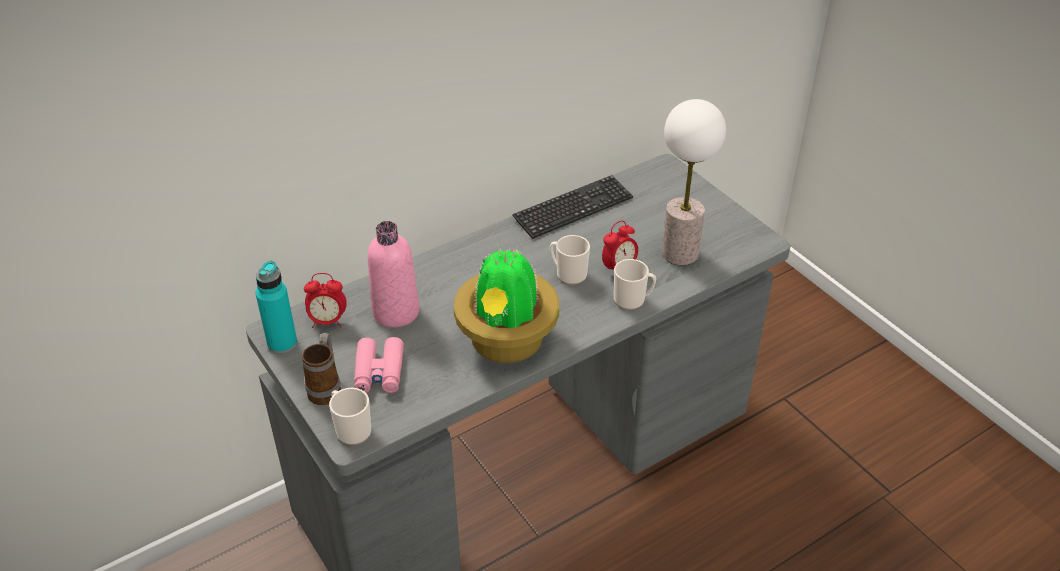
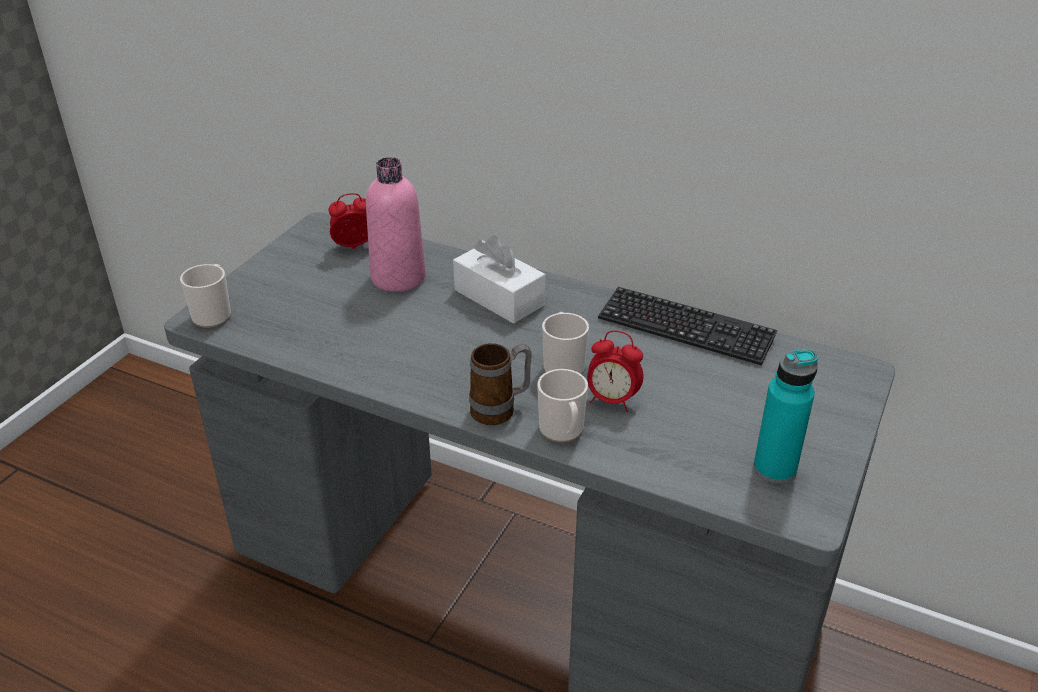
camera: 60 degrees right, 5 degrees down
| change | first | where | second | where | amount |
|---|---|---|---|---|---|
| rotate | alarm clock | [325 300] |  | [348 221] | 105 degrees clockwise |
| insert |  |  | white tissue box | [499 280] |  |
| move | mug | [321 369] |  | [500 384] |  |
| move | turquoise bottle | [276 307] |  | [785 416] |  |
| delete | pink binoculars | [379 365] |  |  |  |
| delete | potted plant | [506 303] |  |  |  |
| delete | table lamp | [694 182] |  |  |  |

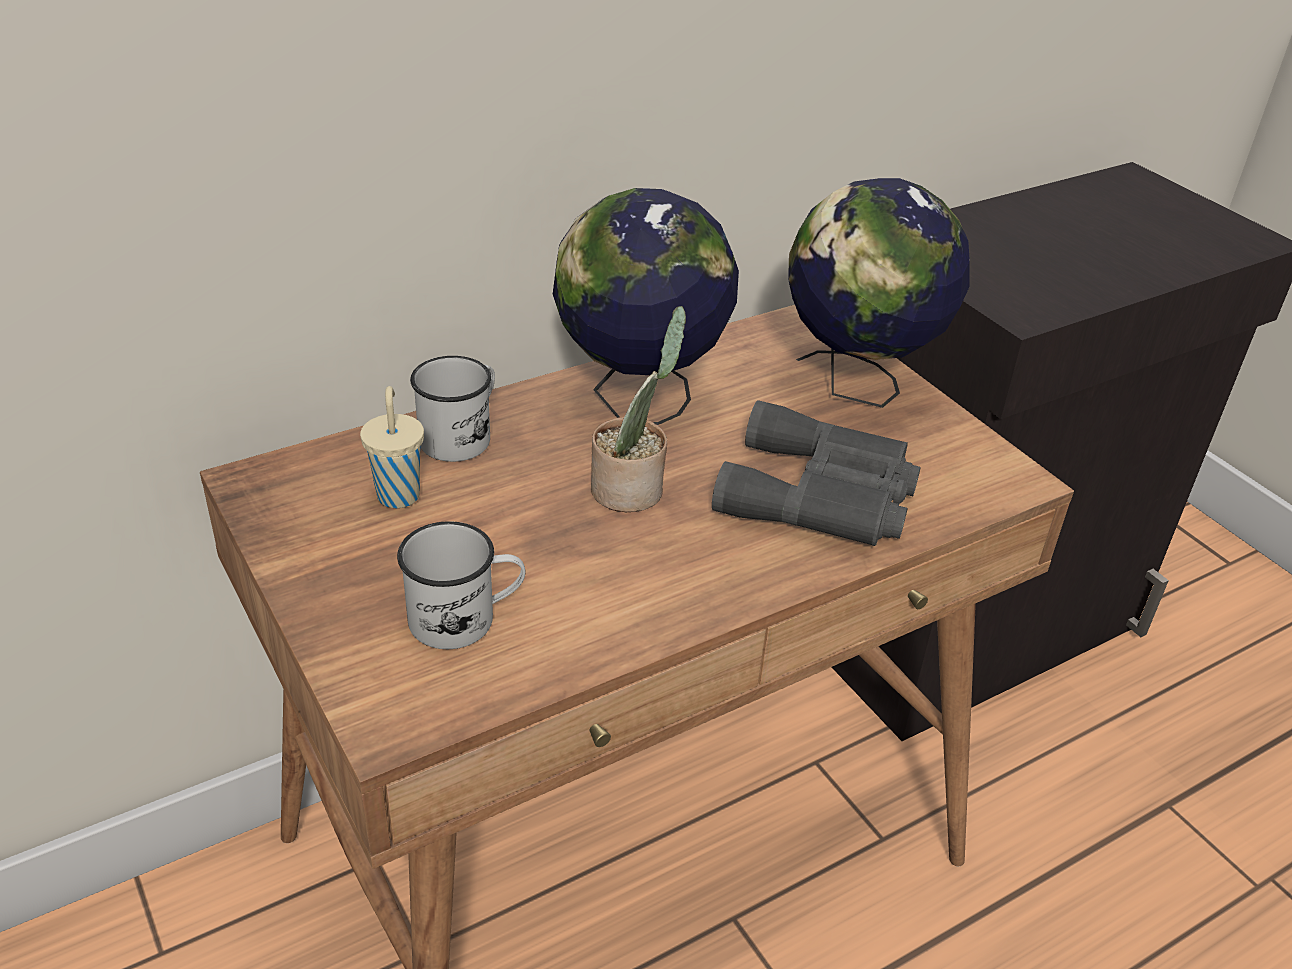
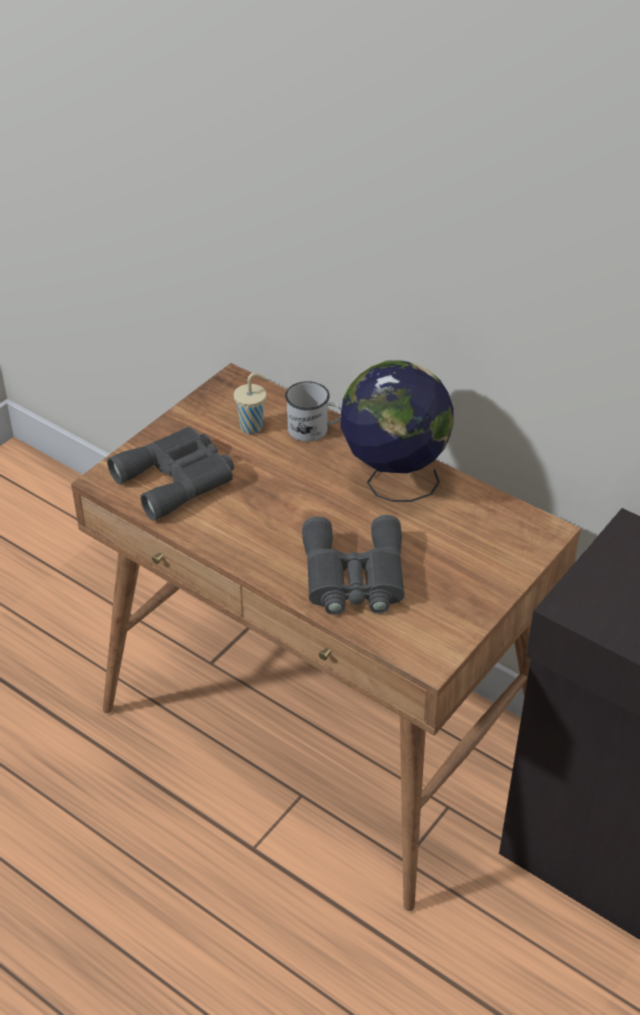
camera: 70 degrees right, 5 degrees up
| change | first | where | second | where | amount |
|---|---|---|---|---|---|
| replace | white mug | [461 585] | grey binoculars | [170 474] |  |
| delete | potted plant | [638 409] |  |  |  |
| delete | globe | [879 293] |  |  |  |

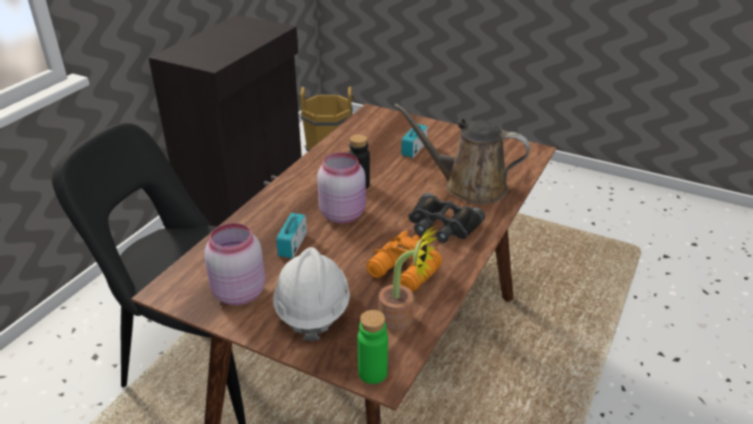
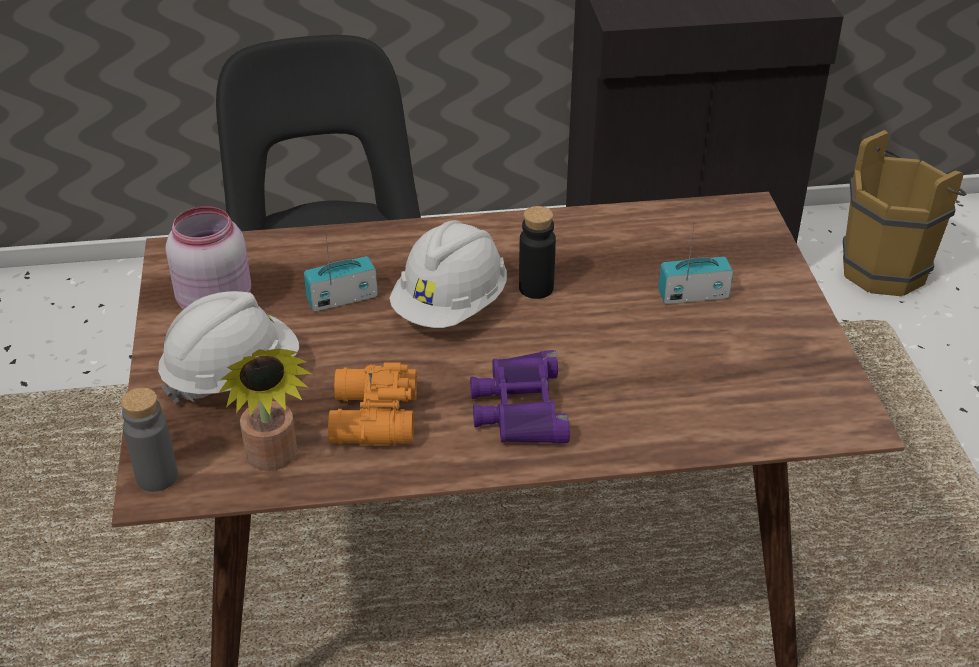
camera: 55 degrees right, 5 degrees up
| change | first | where | second | where | amount |
|---|---|---|---|---|---|
| recolor | green bottle | [373 347] | grey bottle | [149 440] |  |
| replace | pink jar | [341 188] | white hard hat | [448 274] |  |
| recolor | black binoculars | [446 217] | purple binoculars | [520 397] |  |
| delete | brown watering can | [462 154] |  |  |  |

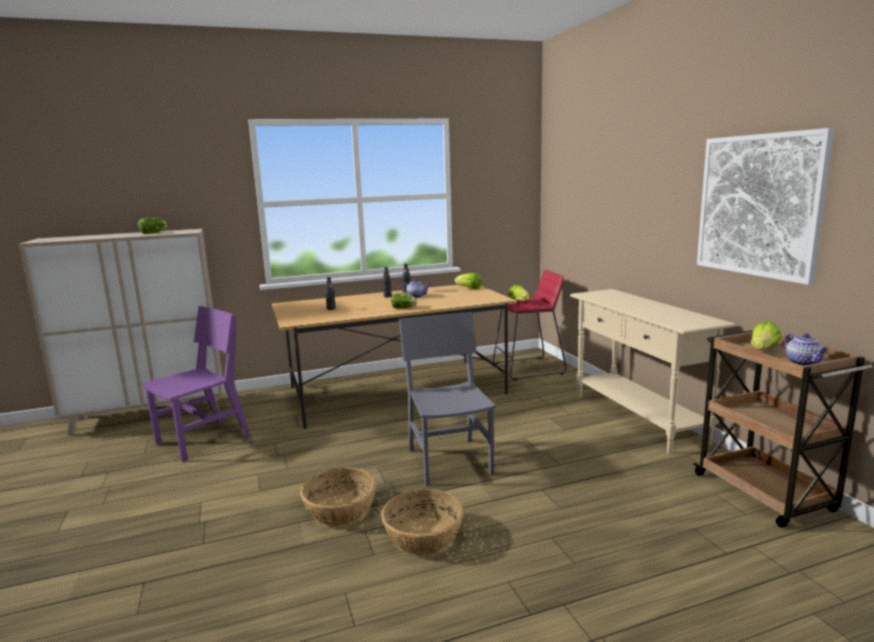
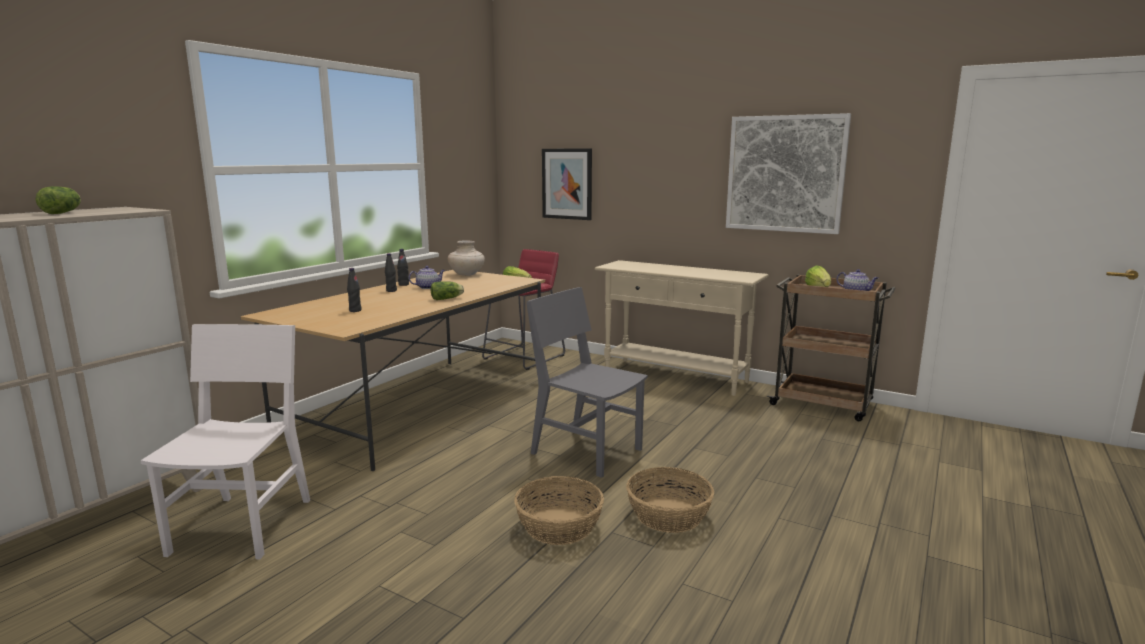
camera: 40 degrees left, 0 degrees up
| change | first | where | second | where | amount |
|---|---|---|---|---|---|
| recolor | purple chair | [196 384] | white chair | [225 441] |  |
| replace | lettuce | [468 281] | beige vase | [466 258] |  |
| insert |  |  | picture | [567 184] |  |

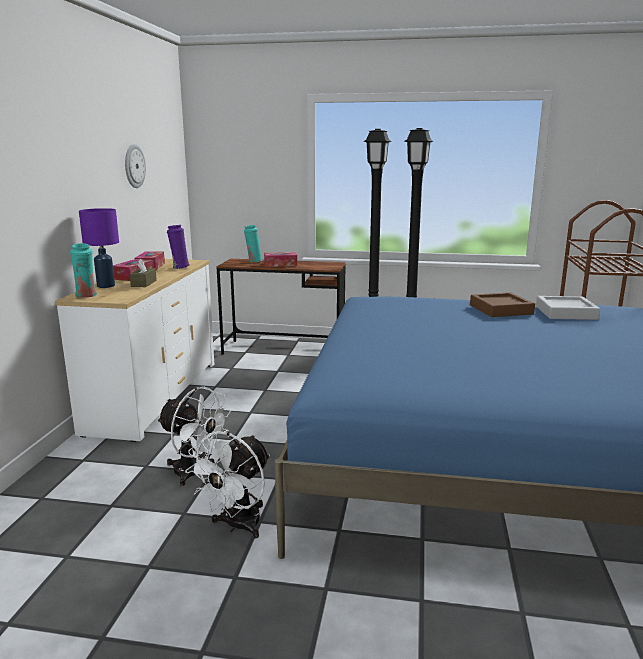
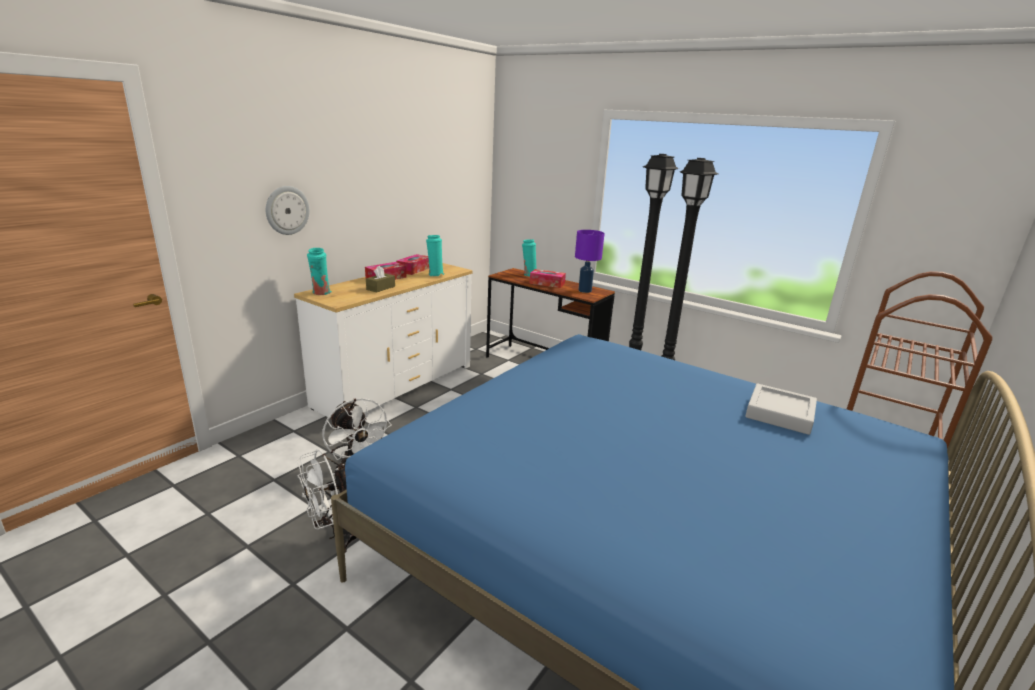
camera: 25 degrees right, 5 degrees up
| change | first | where | second | where | amount |
|---|---|---|---|---|---|
| move | wall clock | [135 166] |  | [288 210] |  |
| recolor | purple vase | [178 247] | turquoise vase | [435 255] |  |
| move | purple table lamp | [99 248] |  | [590 261] |  |
| delete | brown tray | [502 304] |  |  |  |

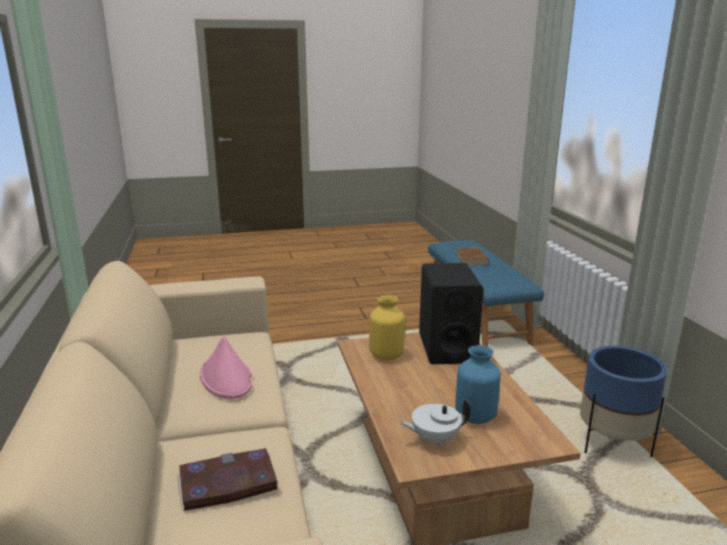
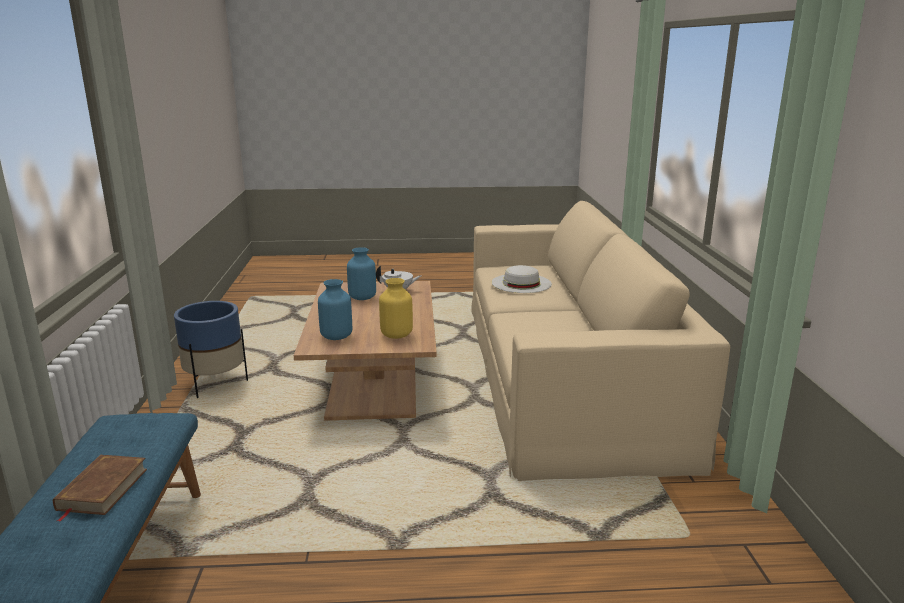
camera: 170 degrees left, 0 degrees up
| change | first | where | second | where | amount |
|---|---|---|---|---|---|
| replace | black speaker | [451 313] | blue vase | [335 309] |  |
| replace | book | [228 479] | white hat | [521 279] |  |
| delete | pink hat | [226 367] |  |  |  |

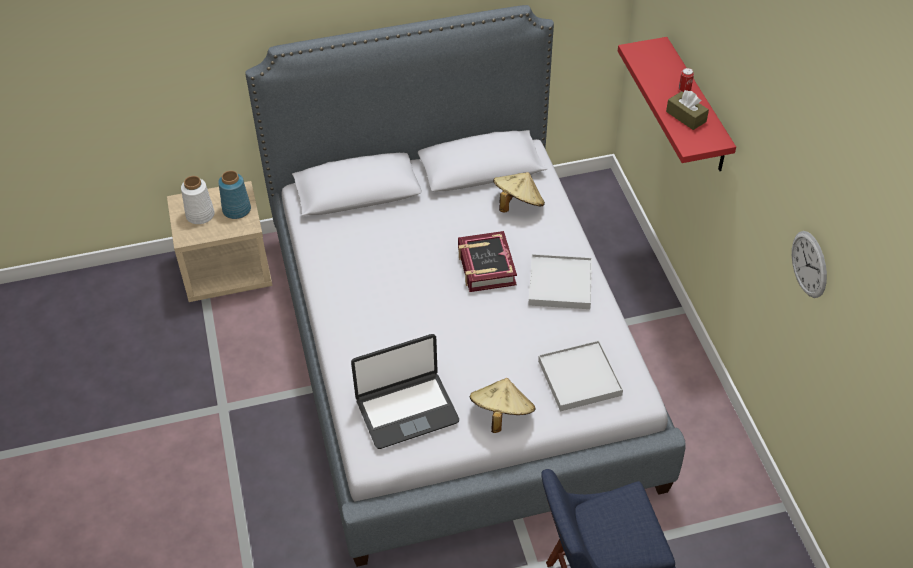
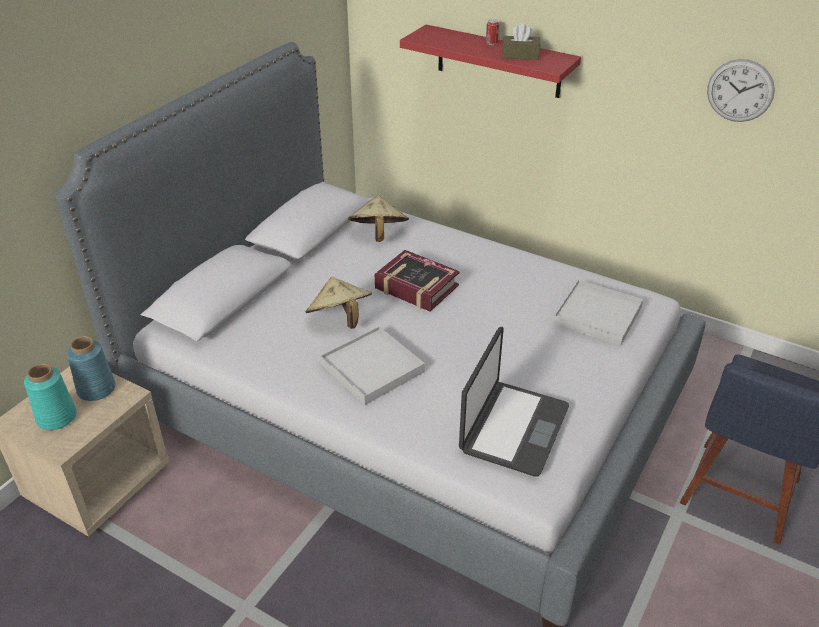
camera: 45 degrees left, 10 degrees down
| change | first | where | second | where | amount |
|---|---|---|---|---|---|
| recolor | white vase | [198 200] | turquoise vase | [50 396] |  |
| move | beige hat | [502 405] |  | [338 303] |  |
| move | white tray | [560 281] |  | [372 365] |  |

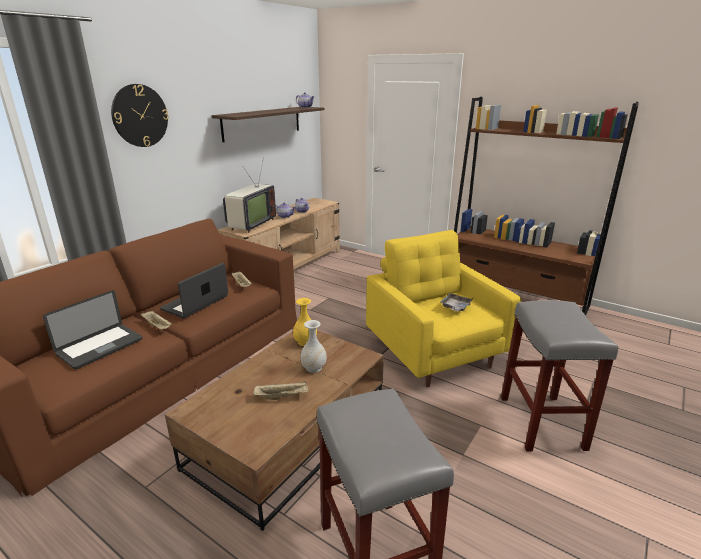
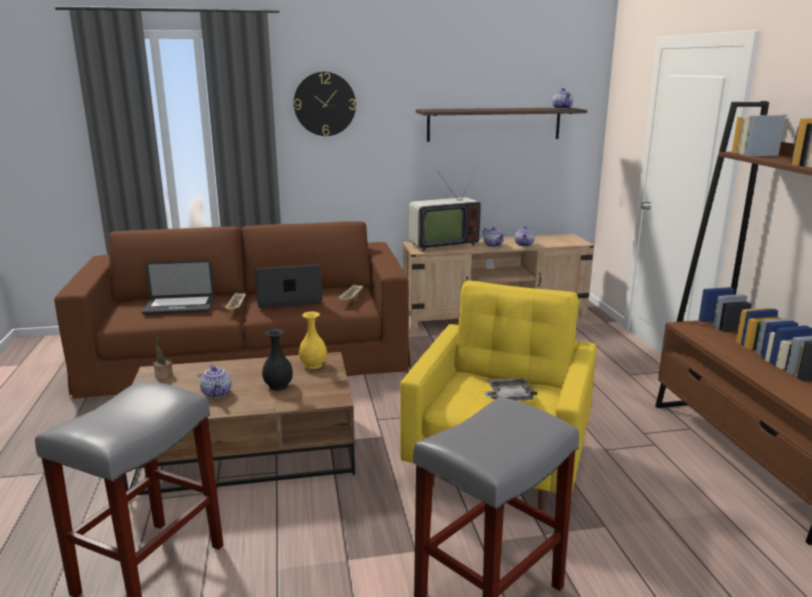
camera: 45 degrees right, 5 degrees down
| change | first | where | second | where | amount |
|---|---|---|---|---|---|
| insert |  |  | potted plant | [163 358] |  |
| replace | beige tray | [280 390] | teapot | [215 381] |  |
| recolor | white vase | [313 346] | black vase | [277 360] |  |

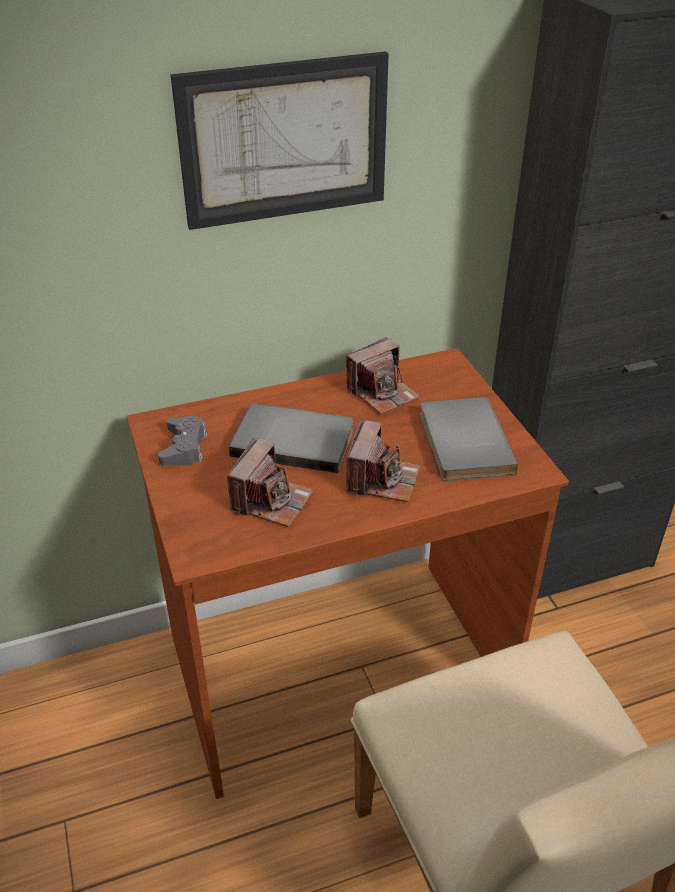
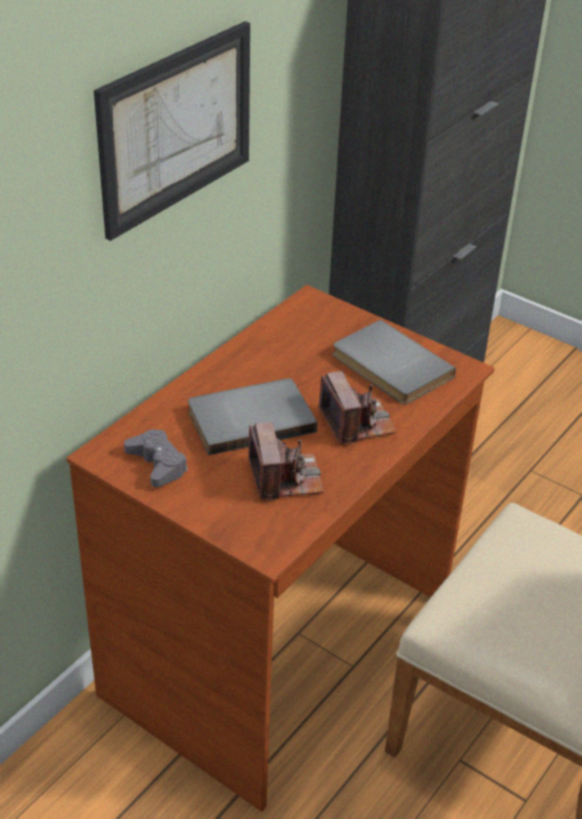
camera: 35 degrees left, 0 degrees up
| change | first | where | second | where | amount |
|---|---|---|---|---|---|
| delete | photo camera | [383 375] |  |  |  |

